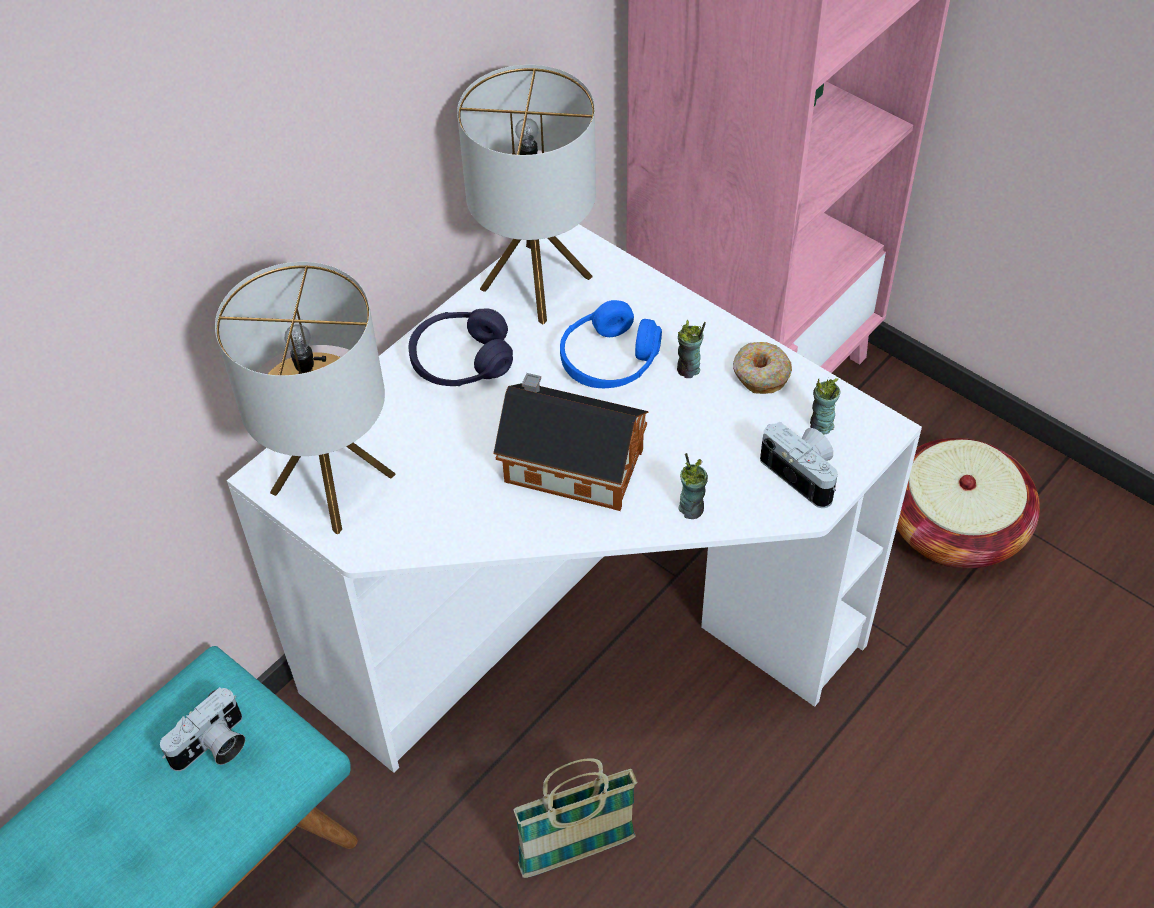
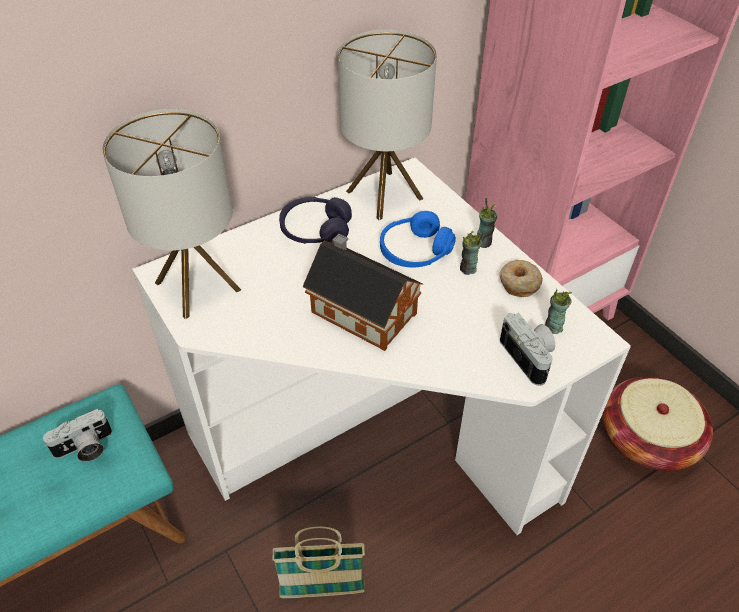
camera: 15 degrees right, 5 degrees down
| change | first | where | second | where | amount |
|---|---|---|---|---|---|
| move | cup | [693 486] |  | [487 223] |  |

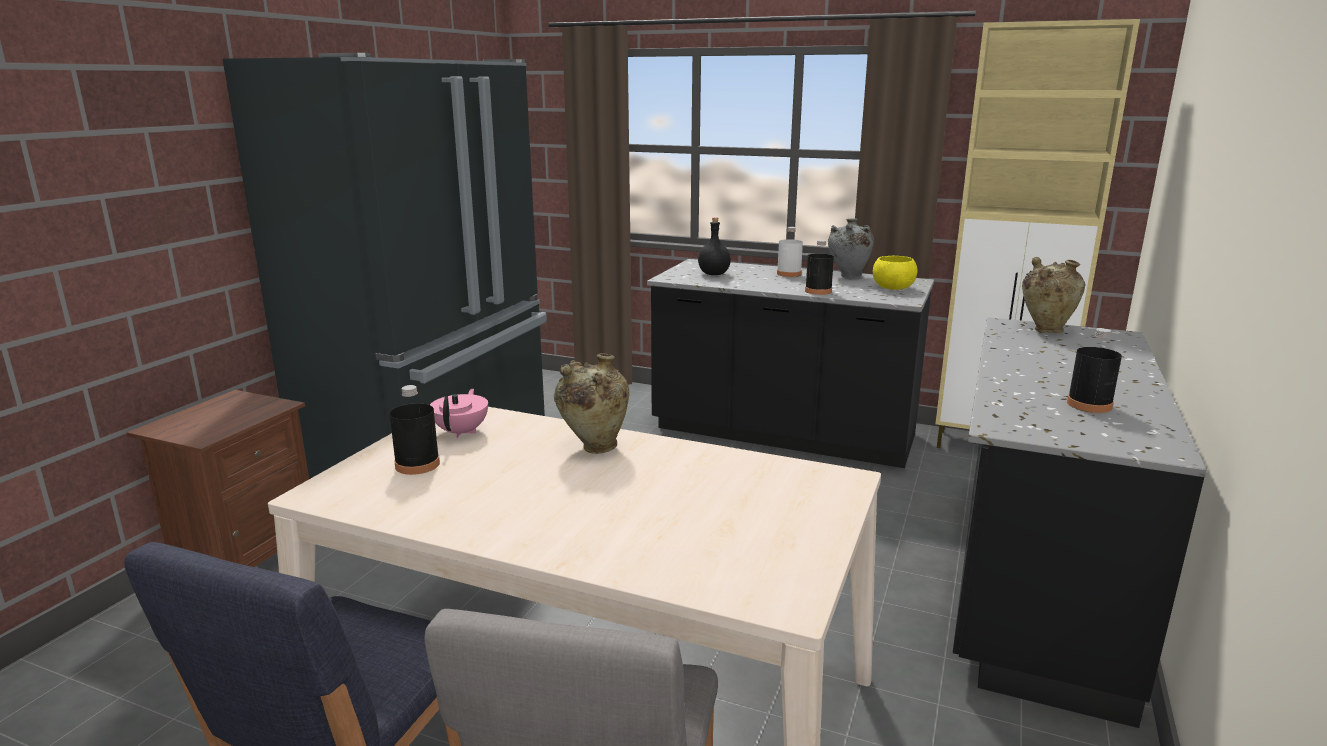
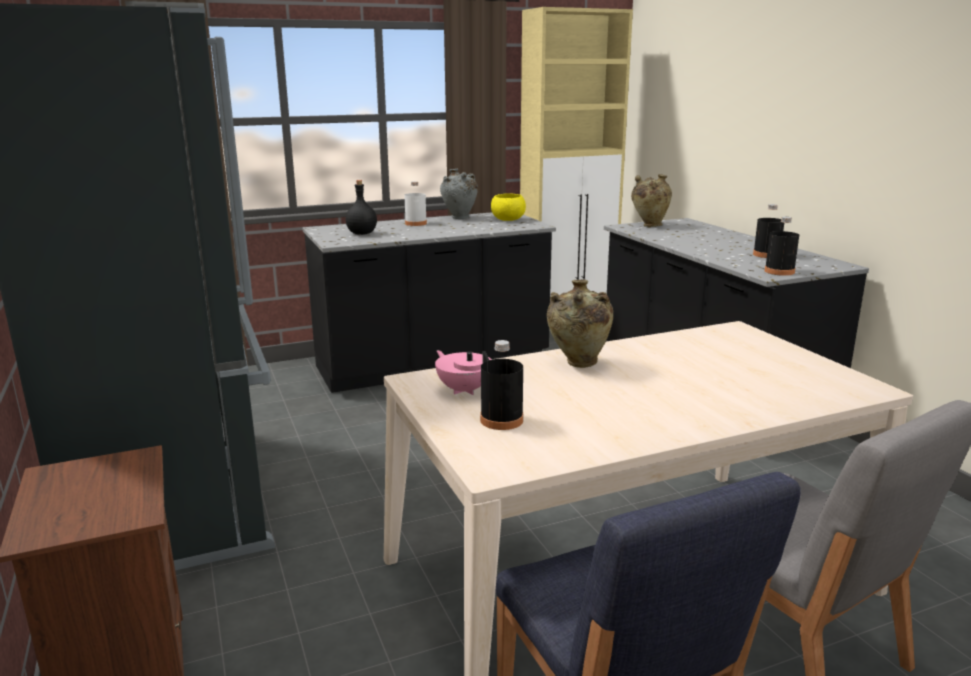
camera: 45 degrees left, 0 degrees up
| change | first | where | second | where | amount |
|---|---|---|---|---|---|
| move | black bottle | [819 267] |  | [782 246] |  |

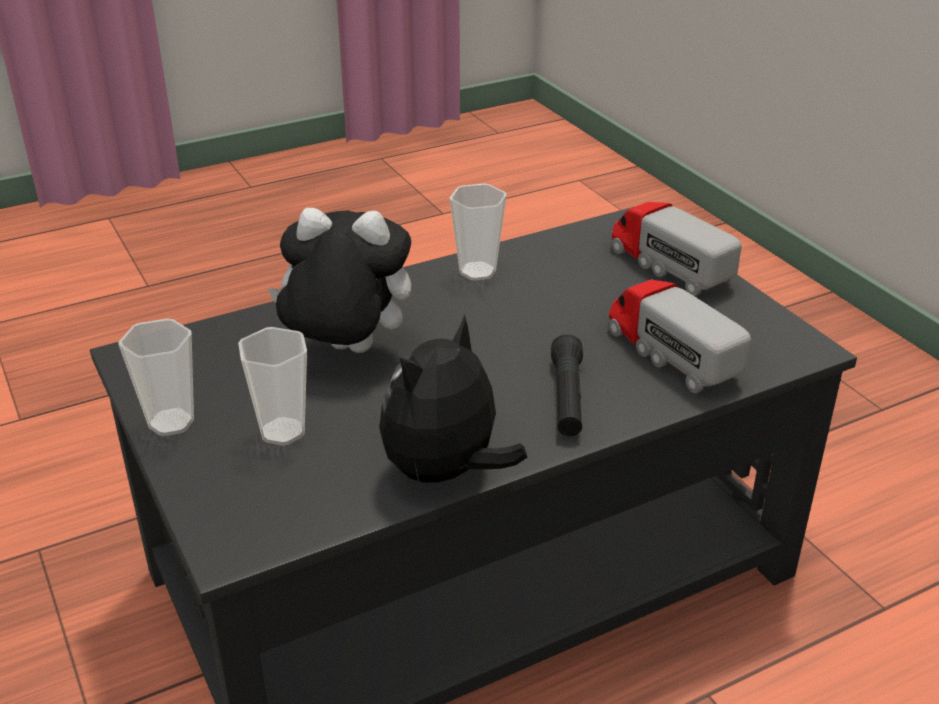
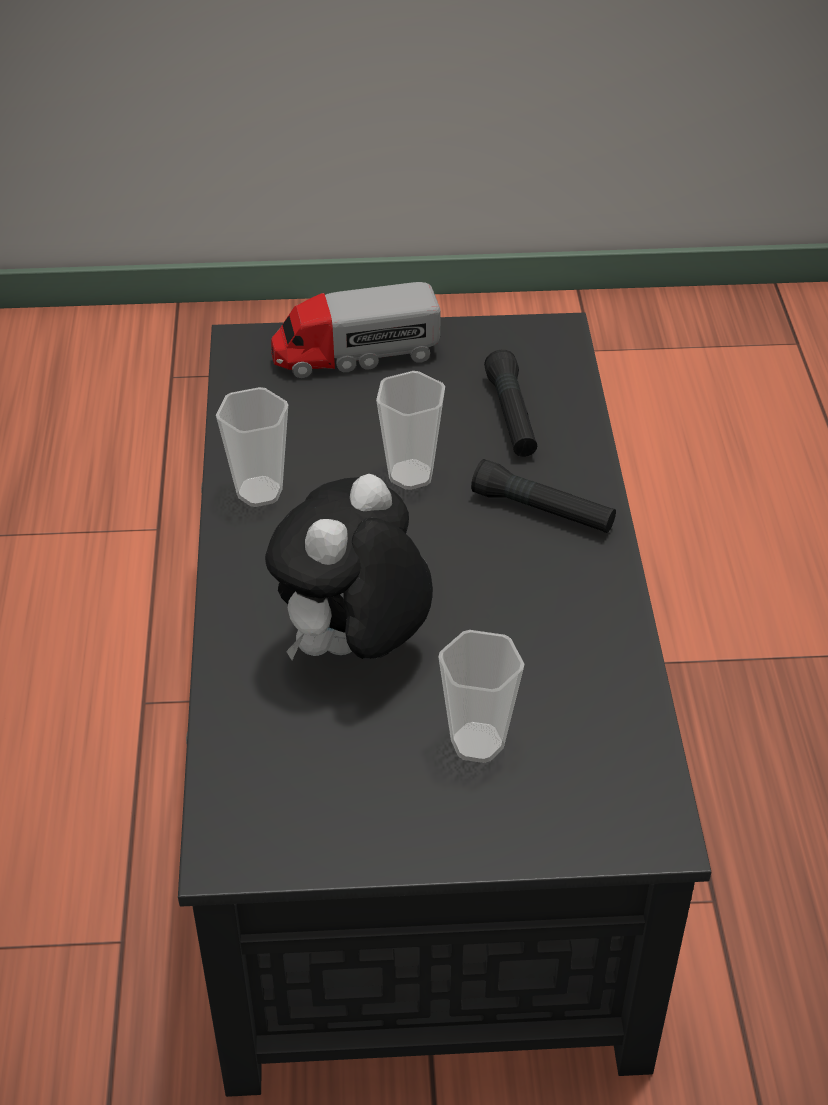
camera: 65 degrees left, 10 degrees up
| change | first | where | second | where | amount |
|---|---|---|---|---|---|
| move | cup | [156 377] |  | [410 430] |  |
| replace | toy truck | [680 336] | black flashlight | [510 403] |  |
| delete | plush toy | [453 401] |  |  |  |

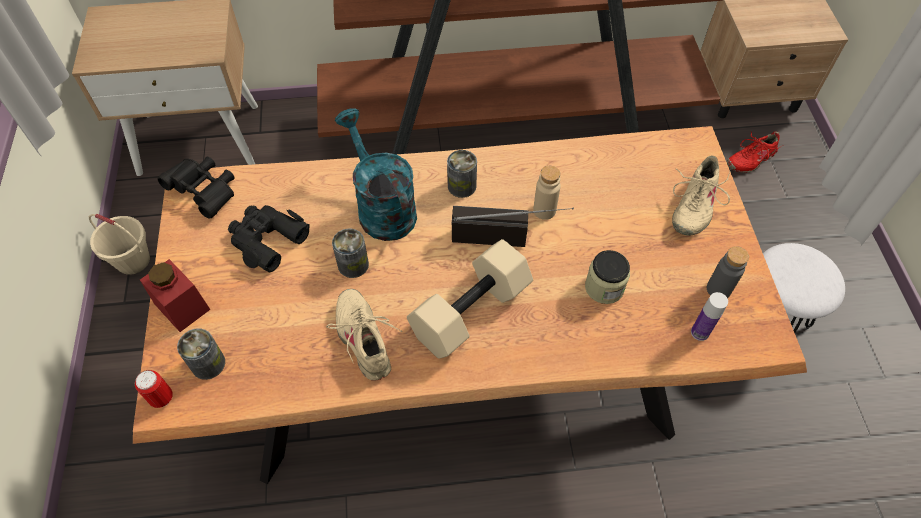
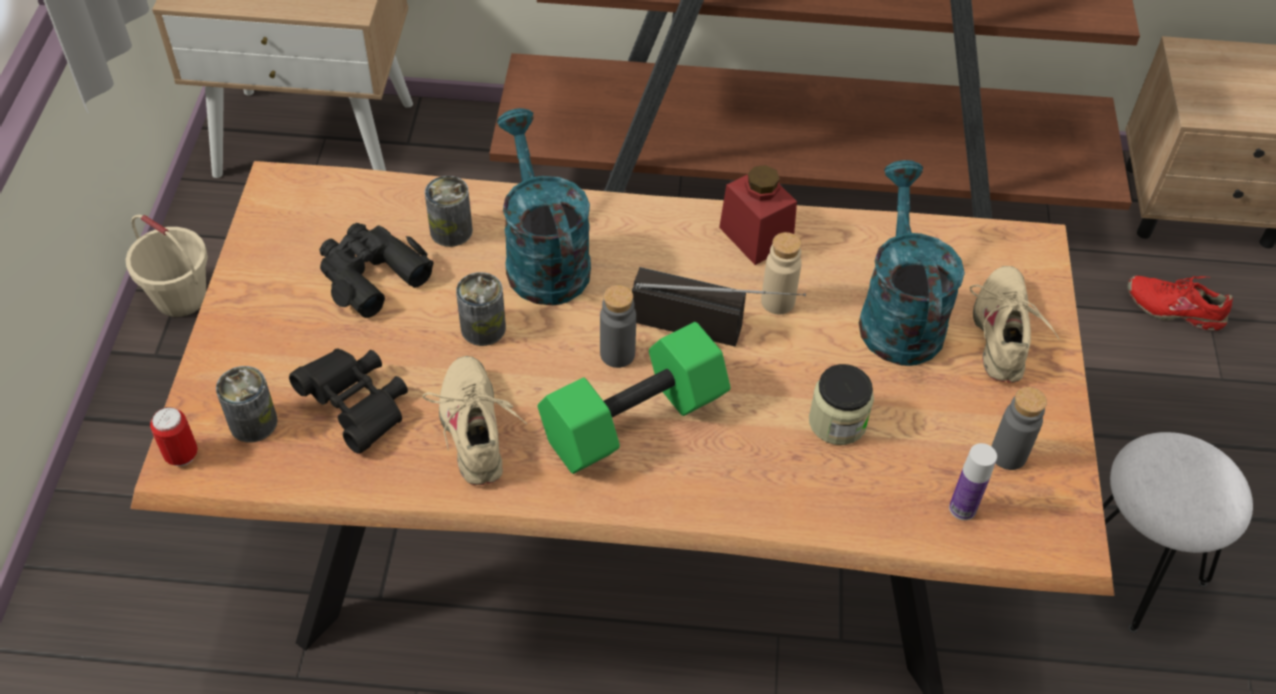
camera: 10 degrees right, 5 degrees down
| change | first | where | second | where | amount |
|---|---|---|---|---|---|
| move | black binoculars | [196 188] |  | [348 400] |  |
| move | can | [462 174] |  | [449 211] |  |
| recolor | beige dumbbell | [470 299] | green dumbbell | [634 398] |  |
| insert |  |  | grey bottle | [618 326] |  |
| move | red jar | [175 295] |  | [758 215] |  |
| insert |  |  | turquoise watering can | [912 263] |  |
| rotate | beige shoe | [701 195] |  | [1015 324] | 150 degrees clockwise |
| rotate | red shoe | [755 152] |  | [1180 303] | 45 degrees clockwise |

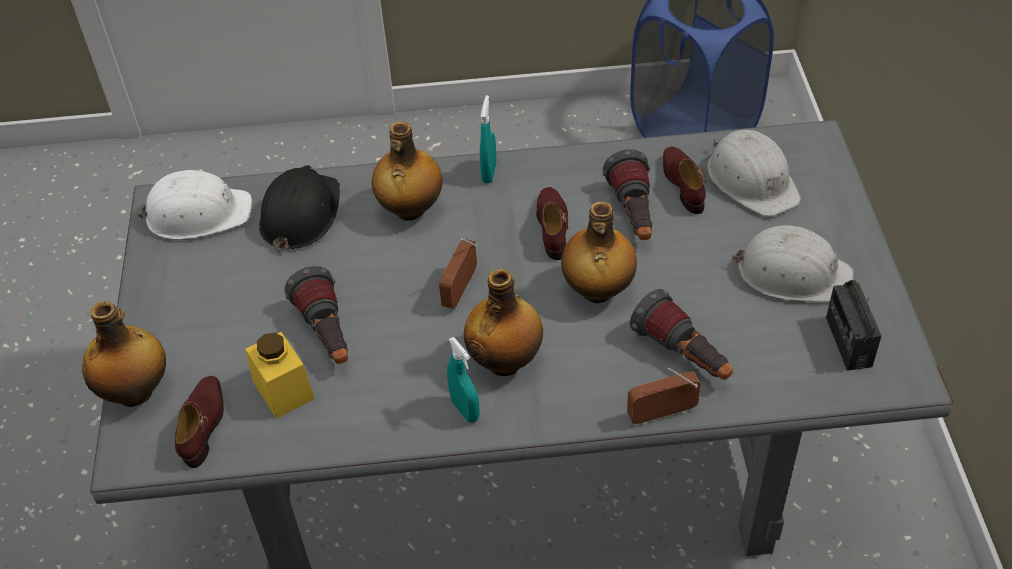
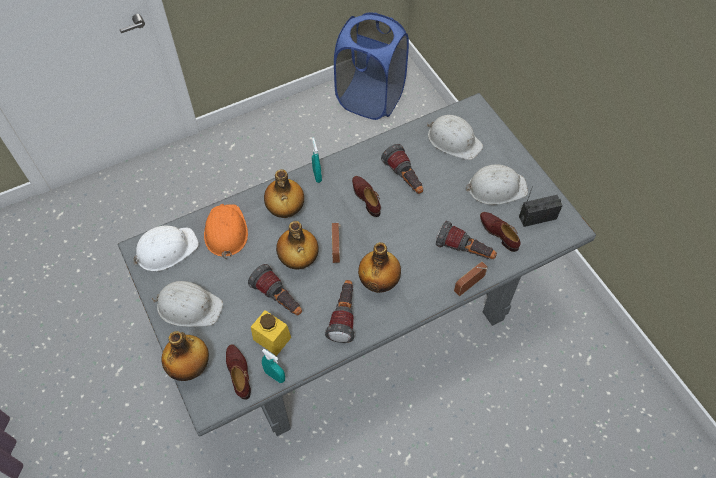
camera: 25 degrees left, 10 degrees up
| change | first | where | second | where | amount |
|---|---|---|---|---|---|
| insert |  |  | white hard hat | [187 304] |  |
| recolor | black hard hat | [299 209] | orange hard hat | [226 231] |  |
| move | turquoise spray bottle | [463 380] |  | [273 366] |  |
| move | bottle | [599 252] |  | [297 245] |  |
| insert |  |  | flashlight | [340 311] |  |
| move | brown shoe | [684 180] |  | [500 232] |  |
| rotate | radio | [854 325] |  | [541 206] | 105 degrees clockwise |

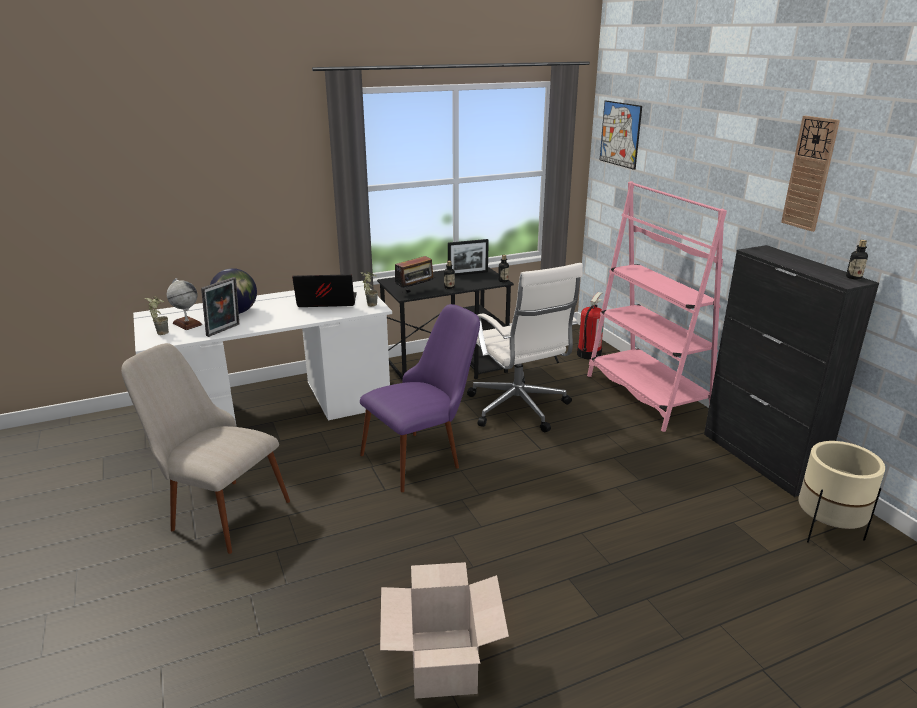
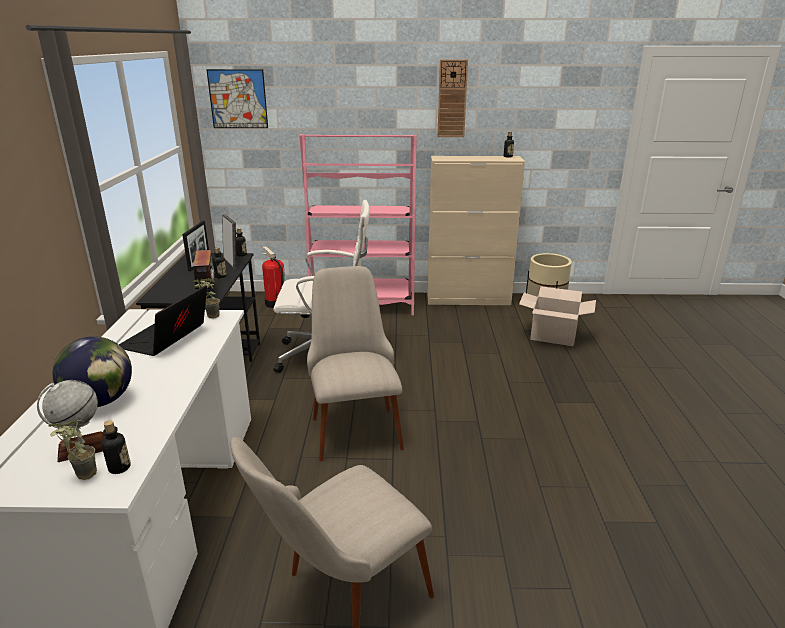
camera: 65 degrees left, 0 degrees up
| change | first | where | second | where | amount |
|---|---|---|---|---|---|
| insert |  |  | bottle | [116 447] |  |
| move | picture frame | [220 307] |  | [229 241] |  |
| recolor | purple chair | [420 398] | beige chair | [355 363] |  |
| recolor | black cabinet | [791 371] | beige cabinet | [476 230] |  |
| move | cardboard box | [444 630] |  | [557 316] |  |

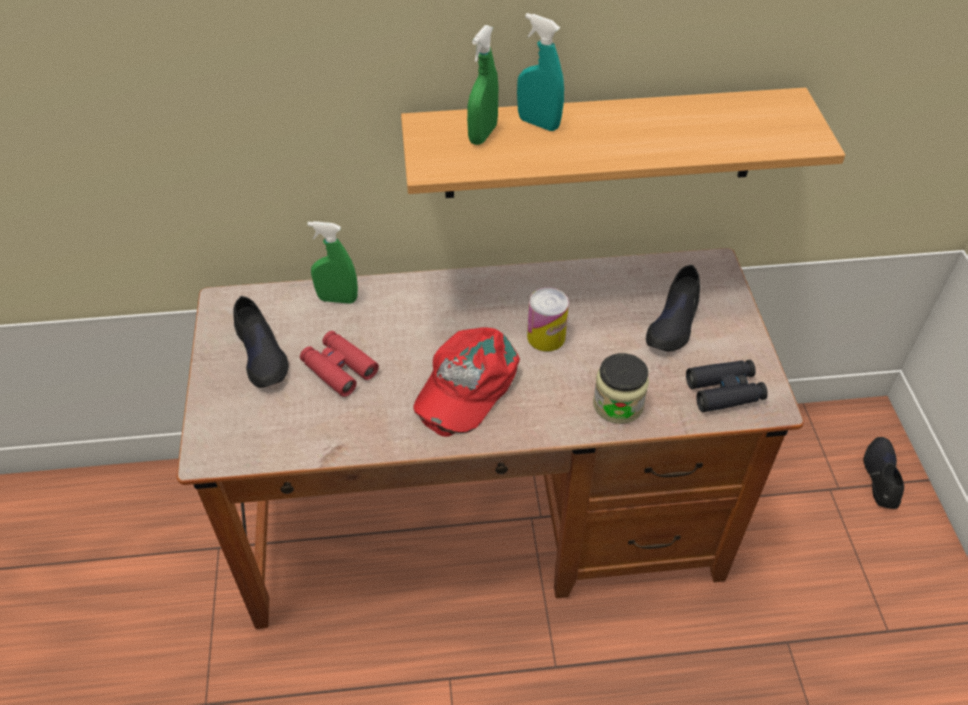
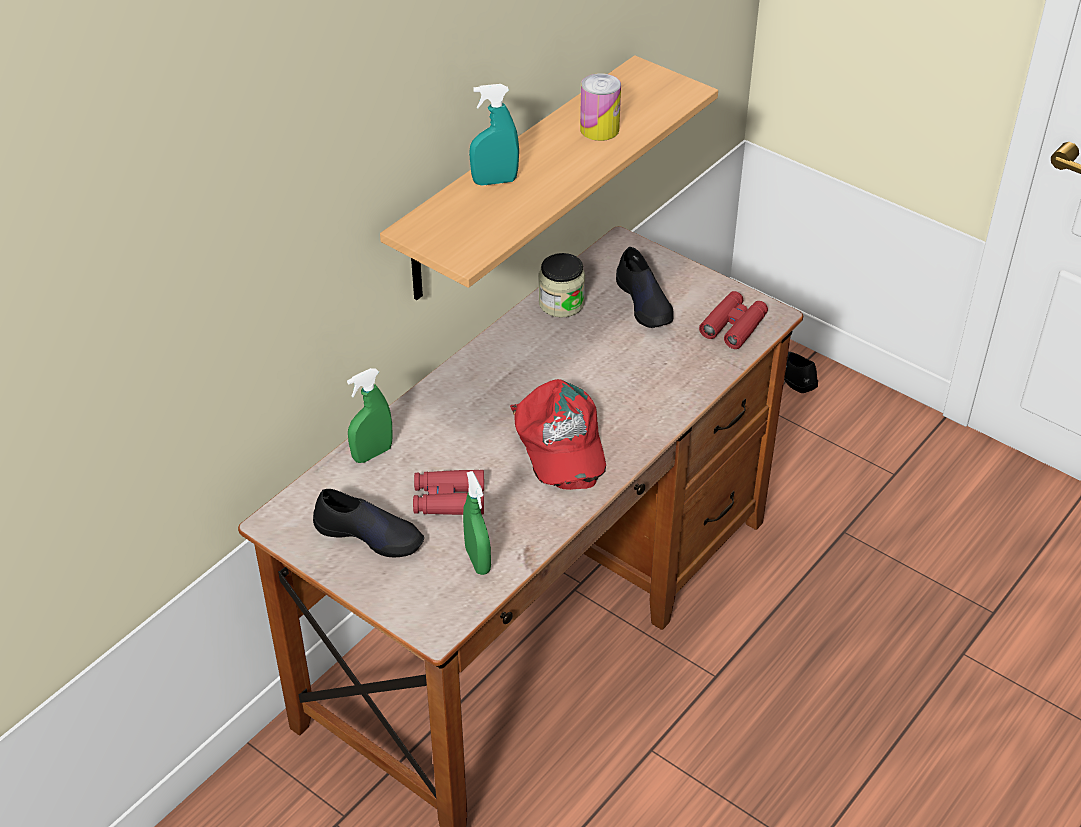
camera: 45 degrees left, 5 degrees down
| change | first | where | second | where | amount |
|---|---|---|---|---|---|
| move | green spray bottle | [482 85] |  | [477 523] |  |
| move | jar | [621 388] |  | [562 285] |  |
| move | can | [548 319] |  | [600 107] |  |
| recolor | black binoculars | [727 386] | red binoculars | [733 320] |  |

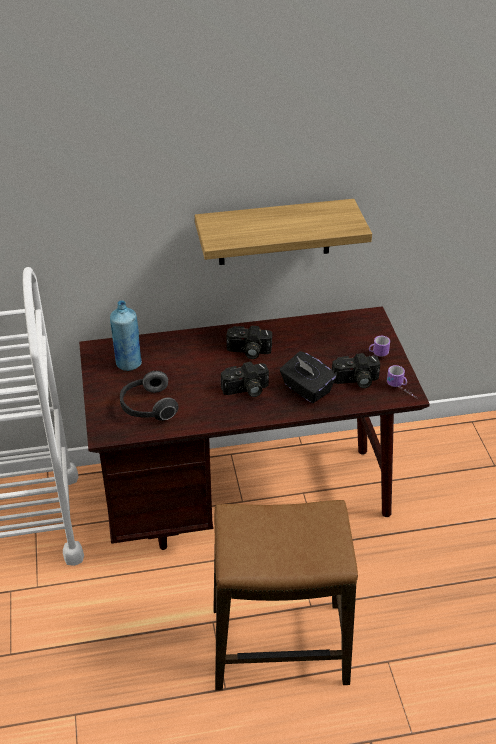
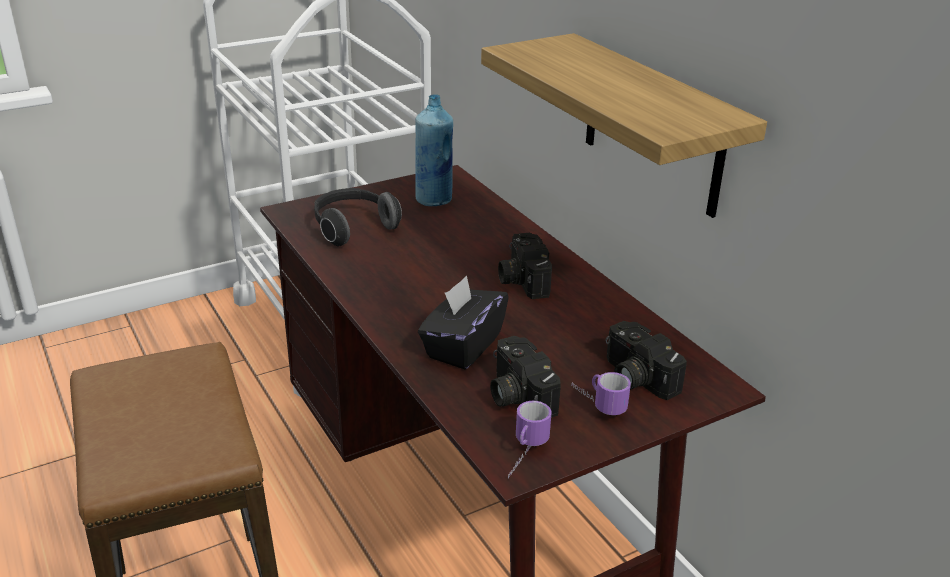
camera: 70 degrees right, 10 degrees down
| change | first | where | second | where | amount |
|---|---|---|---|---|---|
| move | photo camera | [245 379] |  | [646 360] |  |

